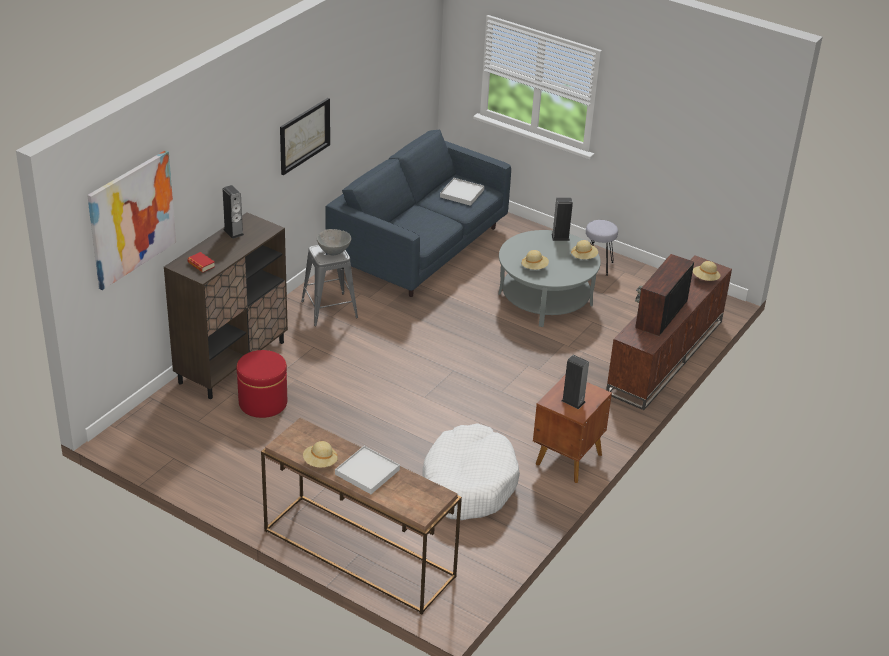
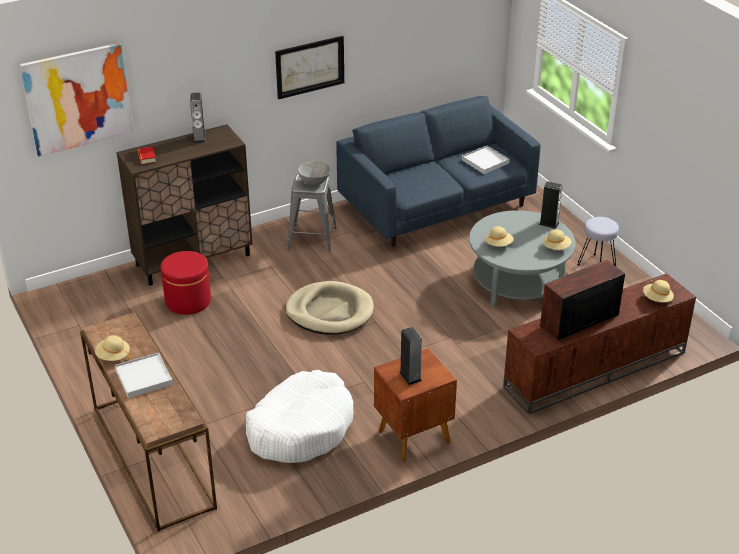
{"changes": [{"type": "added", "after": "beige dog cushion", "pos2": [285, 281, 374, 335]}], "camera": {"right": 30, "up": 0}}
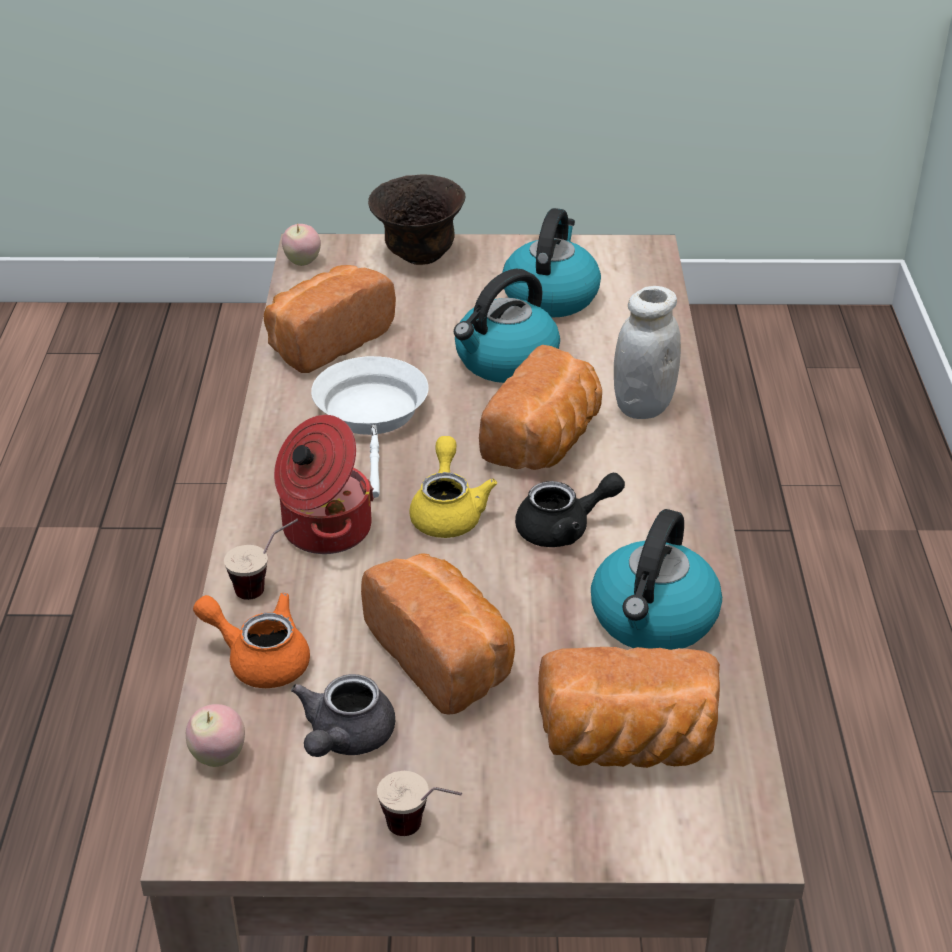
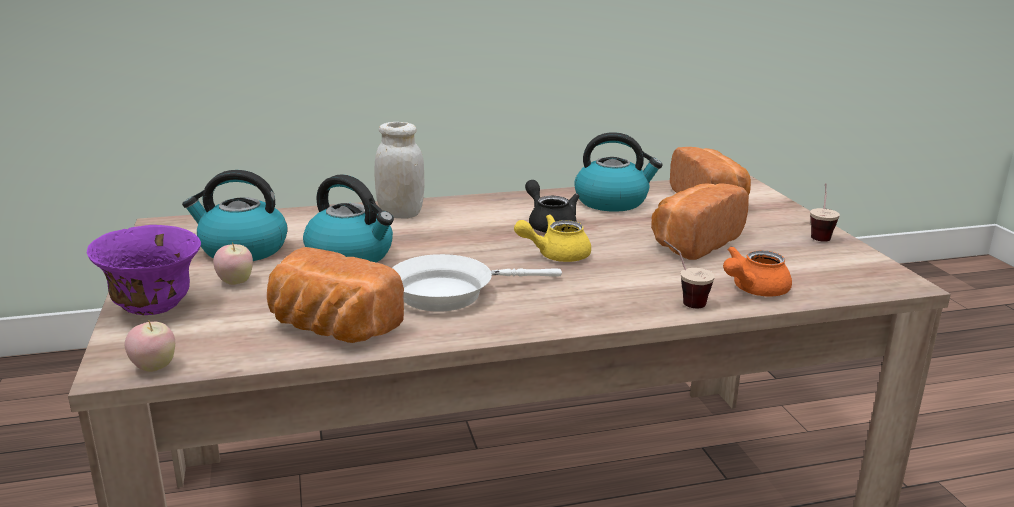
{"changes": [{"type": "recoloured", "before": "brownish deep dish", "after": "purplish deep dish", "pos1": [368, 175, 465, 265], "pos2": [87, 225, 201, 315]}, {"type": "removed", "before": "bread", "pos1": [479, 345, 602, 470]}, {"type": "removed", "before": "stockpot", "pos1": [274, 415, 374, 554]}, {"type": "turned", "before": "orangey teapot", "pos1": [193, 593, 310, 688], "pos2": [723, 246, 792, 297], "turn": 45}, {"type": "removed", "before": "gray teapot", "pos1": [291, 674, 395, 757]}, {"type": "moved", "before": "whole apple", "pos1": [186, 704, 245, 767], "pos2": [213, 242, 253, 285]}], "camera": {"right": -105, "up": -15}}
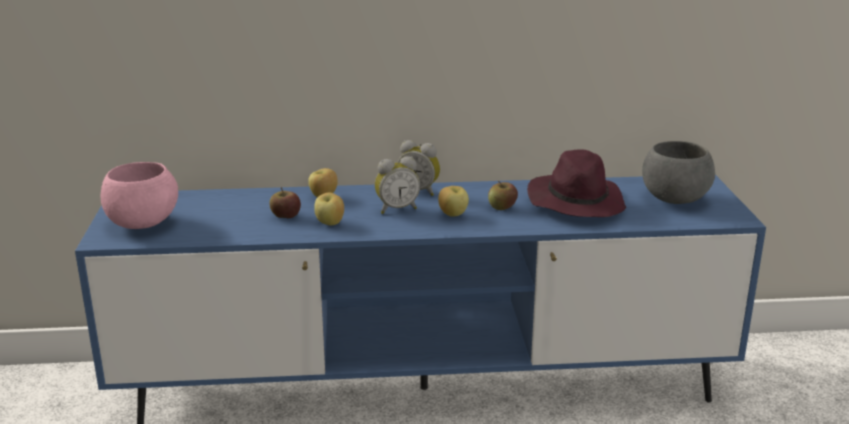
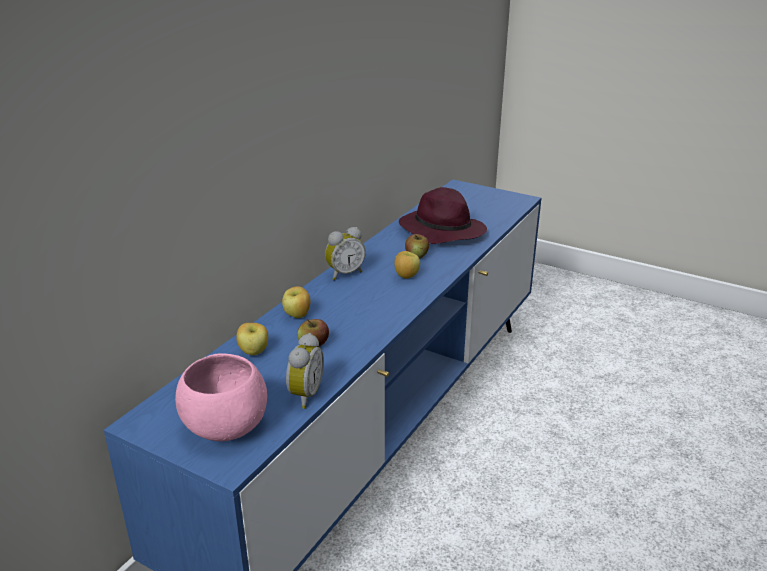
{"changes": [{"type": "removed", "before": "gray deep dish", "pos1": [642, 141, 715, 204]}, {"type": "moved", "before": "table clock", "pos1": [375, 156, 420, 214], "pos2": [286, 333, 324, 409]}, {"type": "moved", "before": "whole apple", "pos1": [314, 192, 344, 226], "pos2": [236, 323, 268, 355]}], "camera": {"right": -55, "up": 5}}
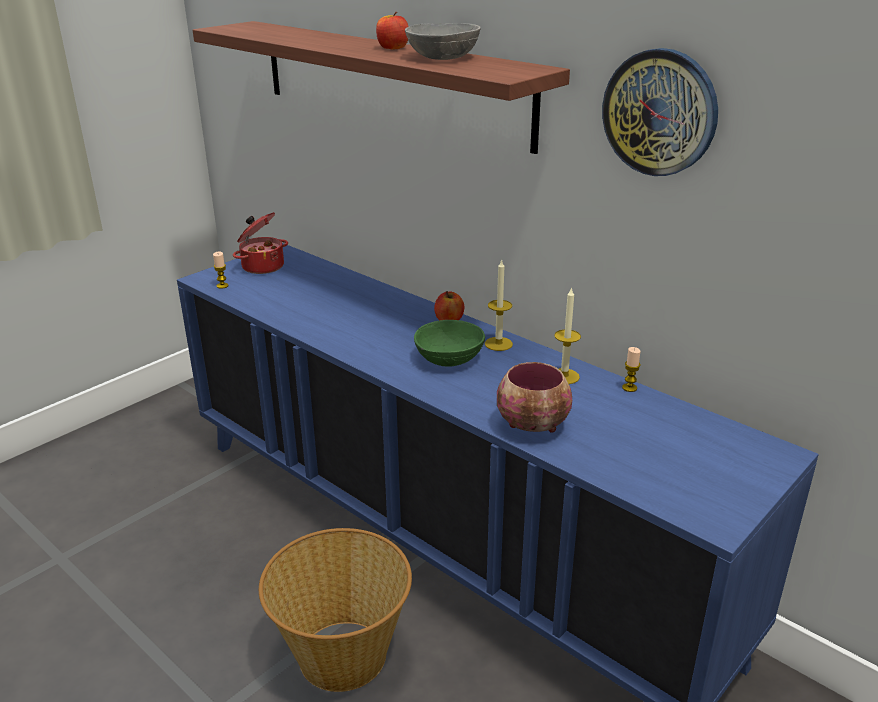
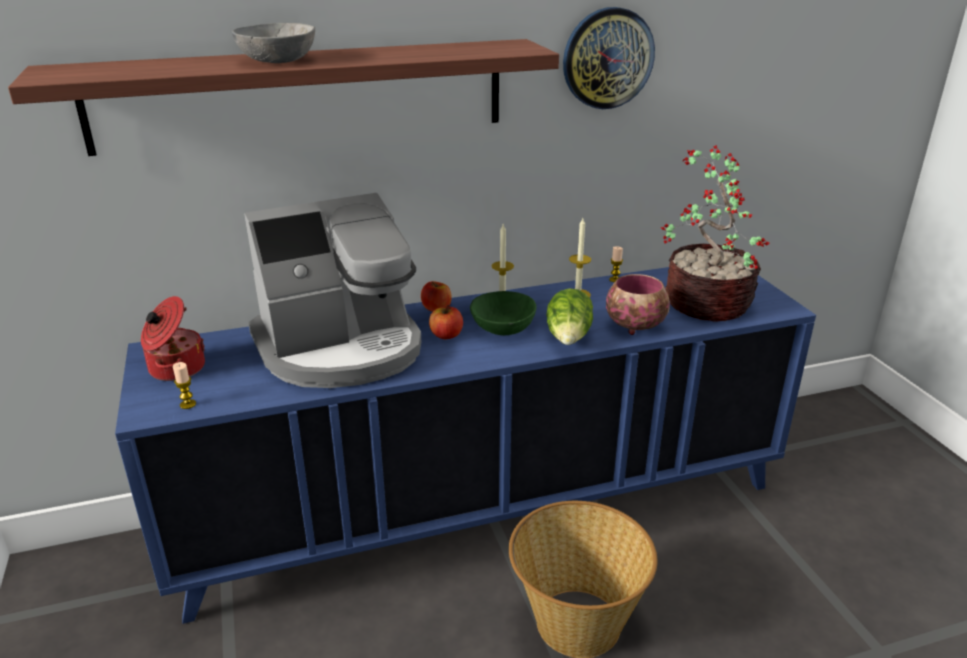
{"changes": [{"type": "moved", "before": "whole apple", "pos1": [376, 12, 409, 50], "pos2": [429, 305, 463, 339]}, {"type": "moved", "before": "gray deep dish", "pos1": [405, 23, 481, 60], "pos2": [232, 23, 315, 63]}, {"type": "added", "after": "potted plant", "pos2": [660, 145, 770, 322]}, {"type": "added", "after": "coffee brewer", "pos2": [244, 193, 421, 388]}, {"type": "added", "after": "lettuce", "pos2": [546, 289, 593, 345]}], "camera": {"right": -60, "up": 0}}
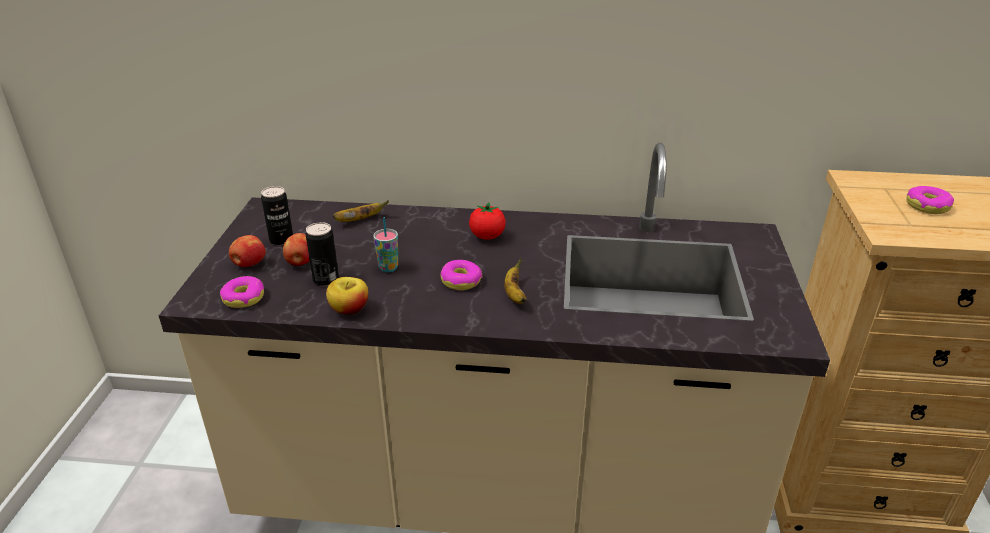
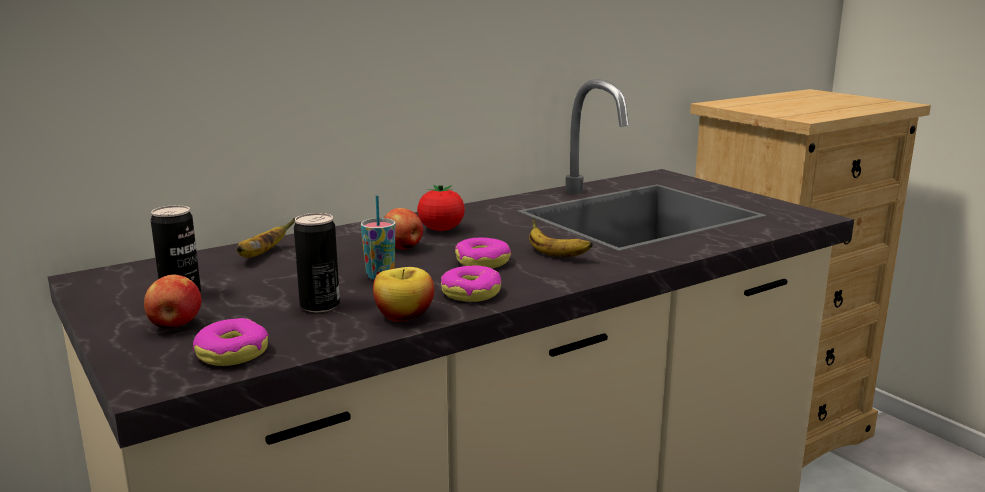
{"changes": [{"type": "moved", "before": "ring doughnut", "pos1": [906, 186, 954, 214], "pos2": [441, 266, 501, 302]}, {"type": "moved", "before": "whole apple", "pos1": [283, 233, 310, 266], "pos2": [384, 208, 423, 250]}], "camera": {"right": -40, "up": -15}}
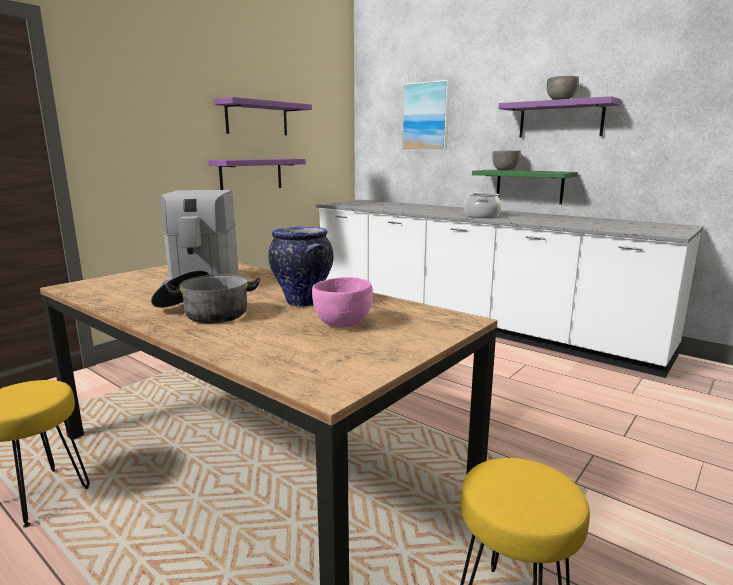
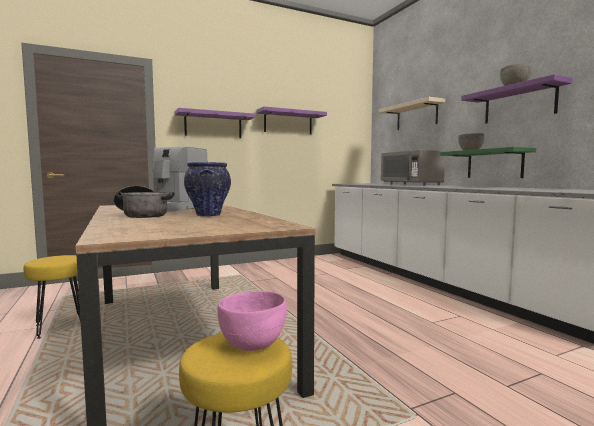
{"changes": [{"type": "replaced", "before": "picture", "after": "beige wall shelf", "pos1": [402, 80, 450, 150], "pos2": [378, 97, 445, 130]}, {"type": "moved", "before": "purplish wall shelf", "pos1": [208, 159, 306, 190], "pos2": [175, 108, 255, 138]}, {"type": "removed", "before": "stockpot", "pos1": [464, 193, 501, 218]}, {"type": "moved", "before": "pink-coloured deep dish", "pos1": [312, 277, 373, 327], "pos2": [217, 291, 287, 351]}, {"type": "added", "after": "gray kitchen microwave", "pos2": [381, 150, 445, 186]}], "camera": {"right": 25, "up": -10}}
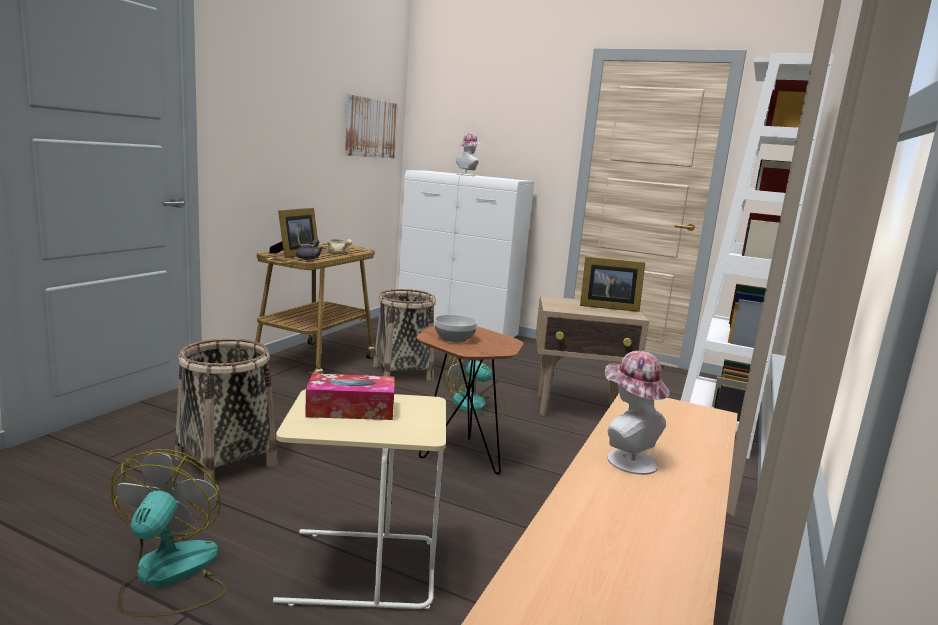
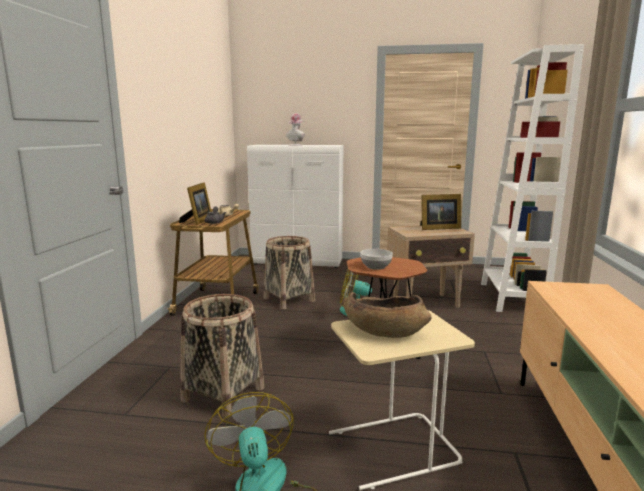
{"changes": [{"type": "removed", "before": "picture", "pos1": [345, 94, 398, 158]}, {"type": "removed", "before": "wearable hat", "pos1": [605, 351, 670, 475]}, {"type": "replaced", "before": "tissue box", "after": "brownish deep dish", "pos1": [305, 373, 395, 420], "pos2": [343, 292, 431, 338]}], "camera": {"right": -15, "up": 0}}
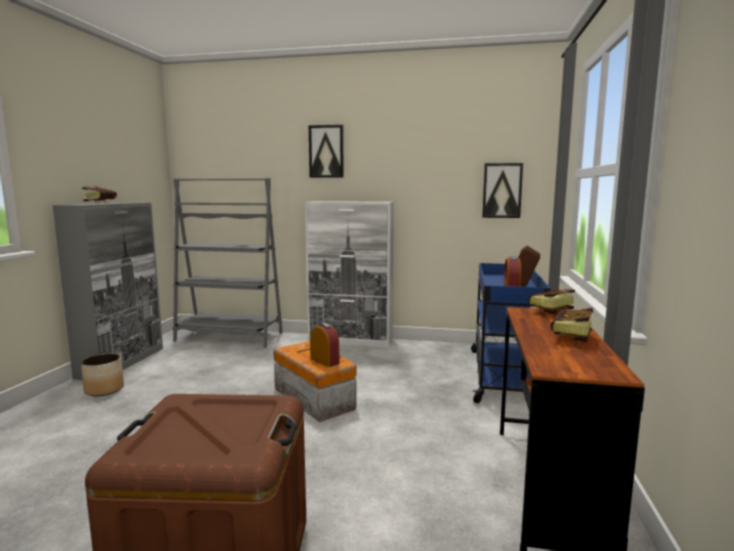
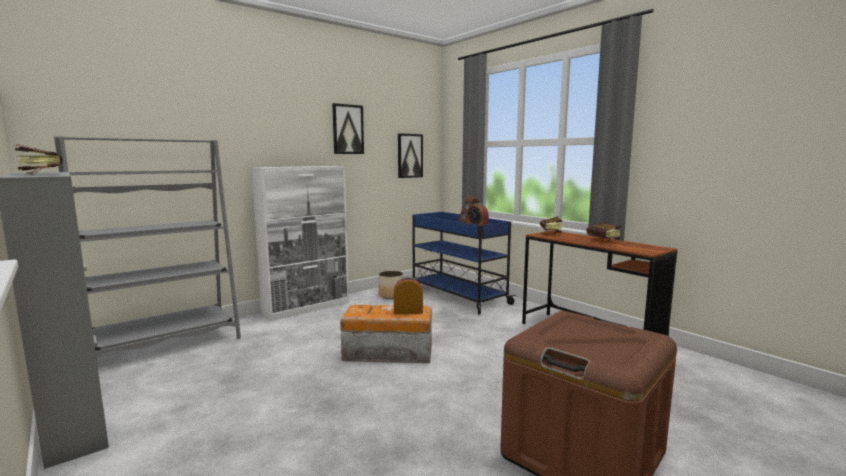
{"changes": [{"type": "moved", "before": "picture", "pos1": [309, 125, 344, 178], "pos2": [332, 103, 364, 154]}, {"type": "moved", "before": "planter", "pos1": [81, 354, 124, 396], "pos2": [379, 271, 403, 299]}], "camera": {"right": -50, "up": 0}}
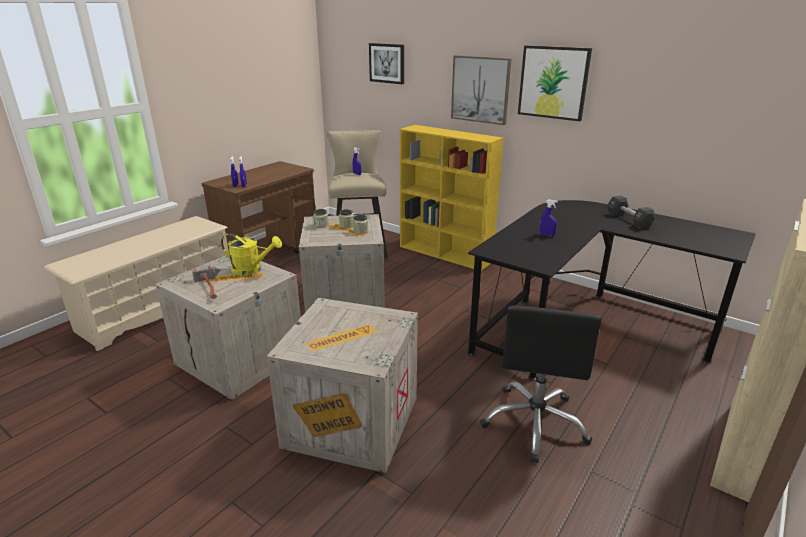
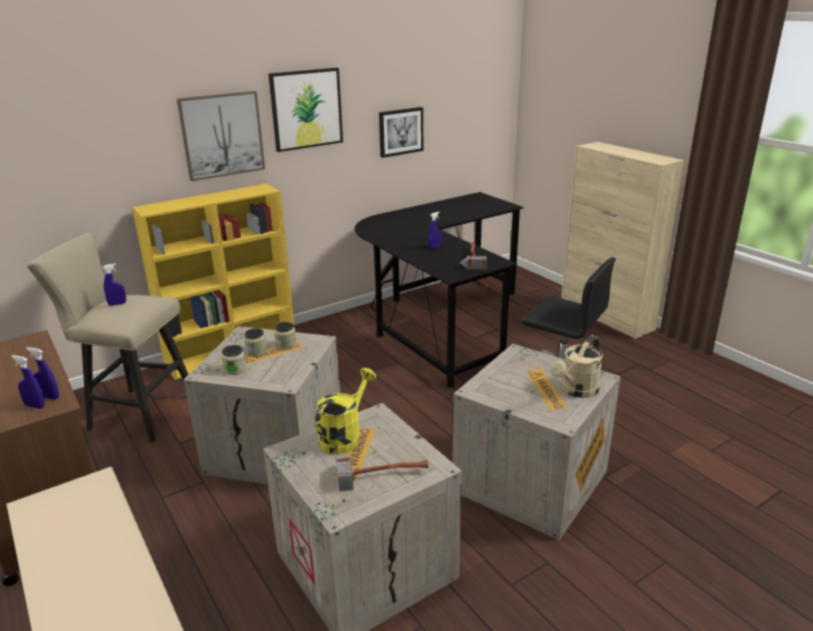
{"changes": [{"type": "moved", "before": "picture", "pos1": [369, 43, 404, 84], "pos2": [379, 107, 423, 158]}, {"type": "removed", "before": "black-coloured dumbbell", "pos1": [607, 196, 656, 229]}, {"type": "added", "after": "hand hammer", "pos2": [460, 242, 487, 270]}, {"type": "added", "after": "beige sprinkling can", "pos2": [550, 335, 603, 398]}], "camera": {"right": -70, "up": 0}}
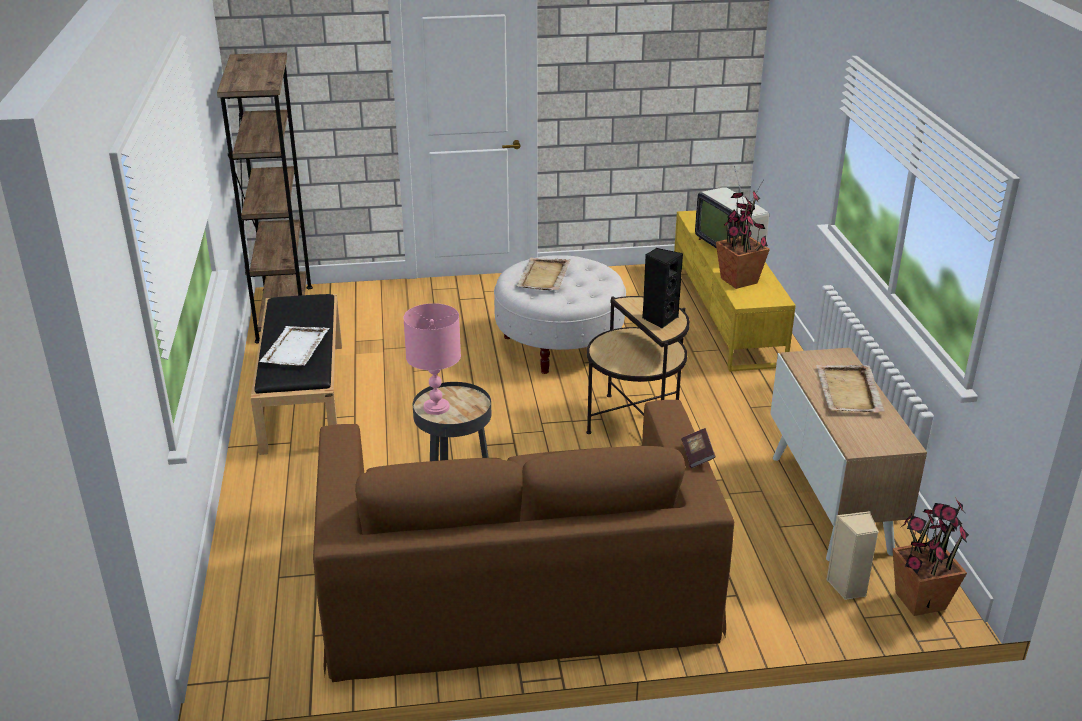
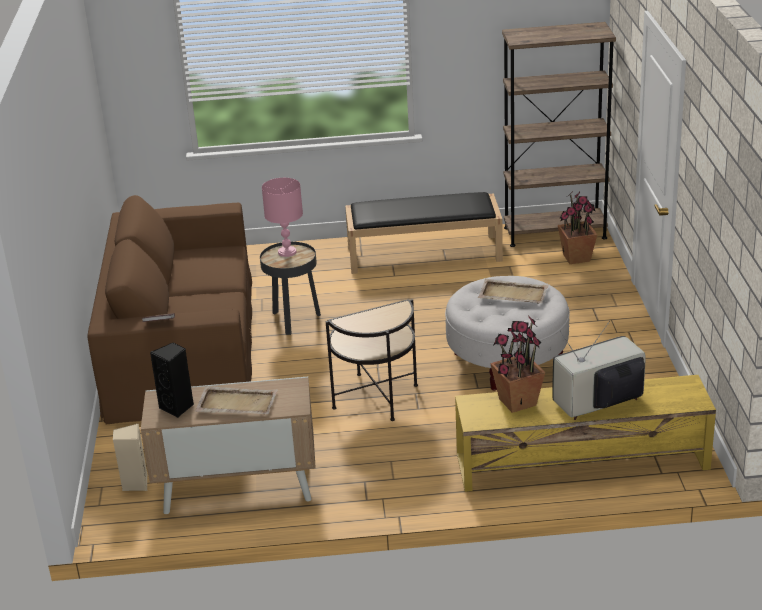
{"changes": [{"type": "moved", "before": "black-coloured speaker", "pos1": [642, 248, 683, 329], "pos2": [150, 342, 194, 418]}, {"type": "removed", "before": "white serving tray", "pos1": [259, 326, 329, 366]}, {"type": "moved", "before": "potted plant", "pos1": [893, 497, 969, 616], "pos2": [558, 190, 597, 264]}], "camera": {"right": 95, "up": 0}}
